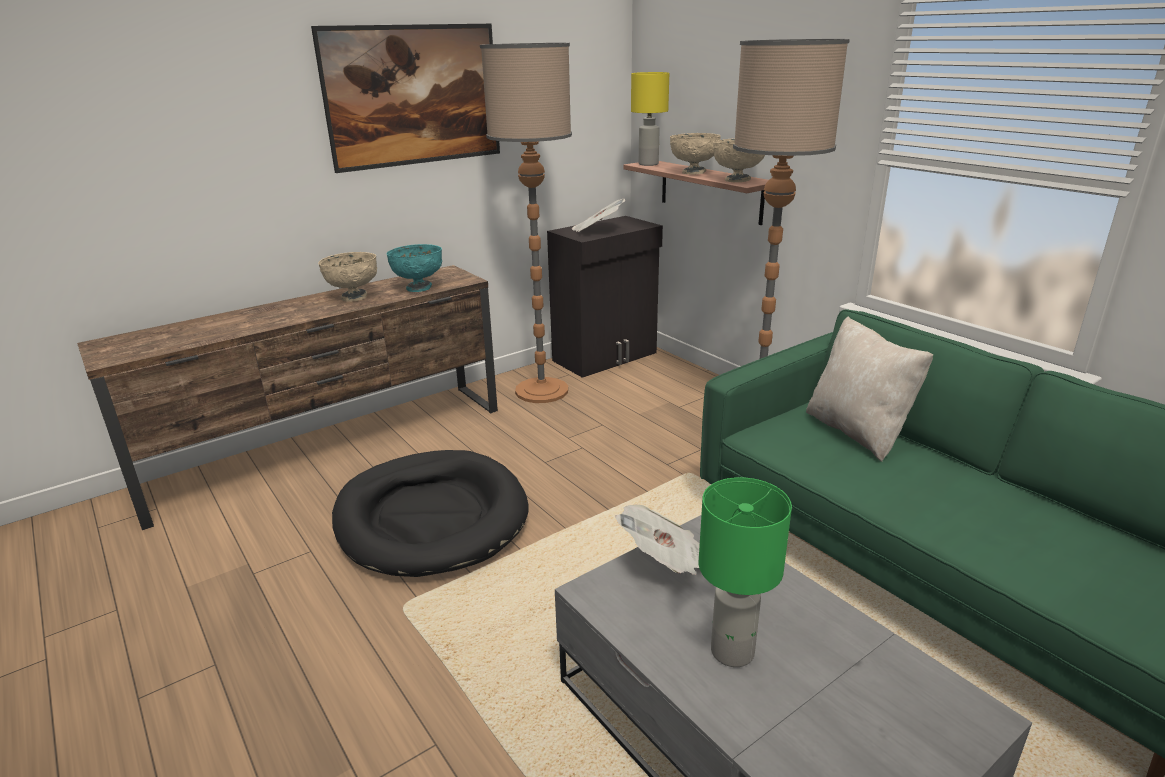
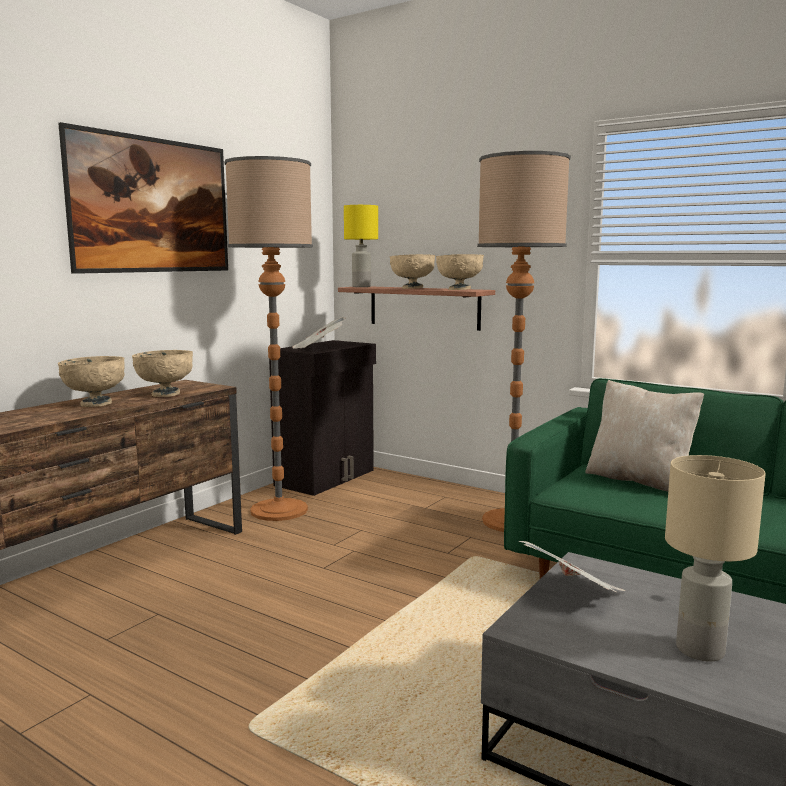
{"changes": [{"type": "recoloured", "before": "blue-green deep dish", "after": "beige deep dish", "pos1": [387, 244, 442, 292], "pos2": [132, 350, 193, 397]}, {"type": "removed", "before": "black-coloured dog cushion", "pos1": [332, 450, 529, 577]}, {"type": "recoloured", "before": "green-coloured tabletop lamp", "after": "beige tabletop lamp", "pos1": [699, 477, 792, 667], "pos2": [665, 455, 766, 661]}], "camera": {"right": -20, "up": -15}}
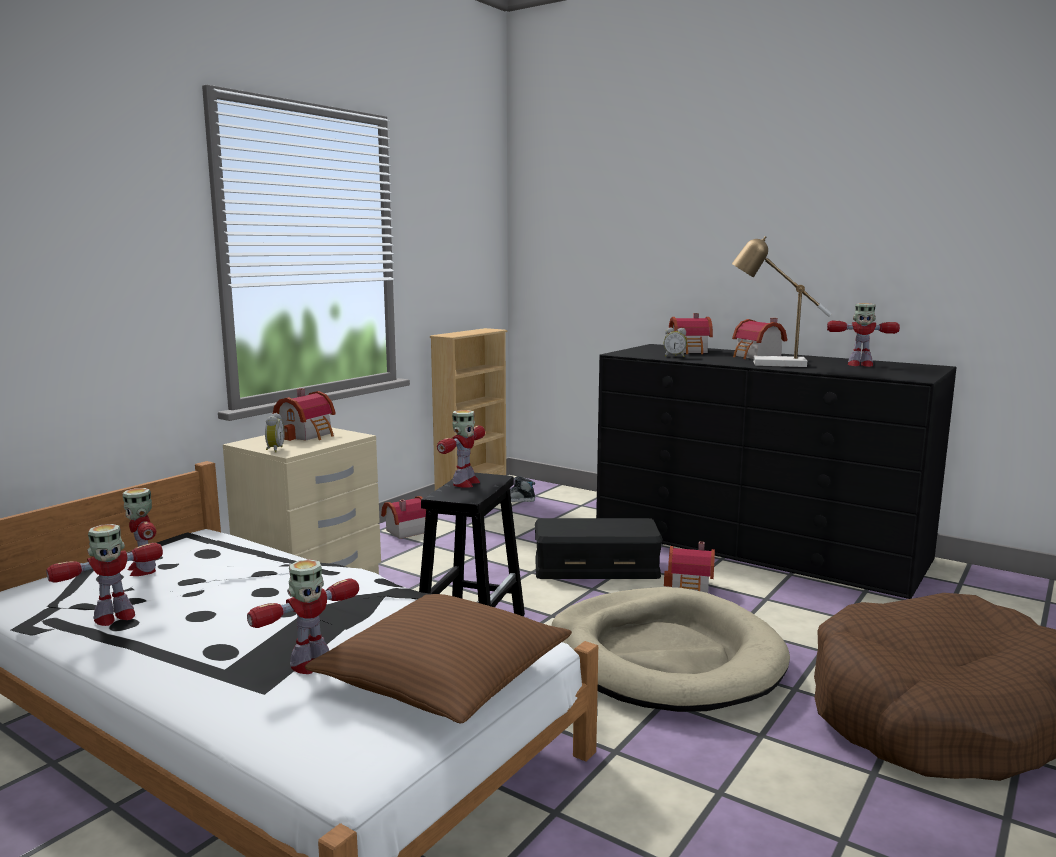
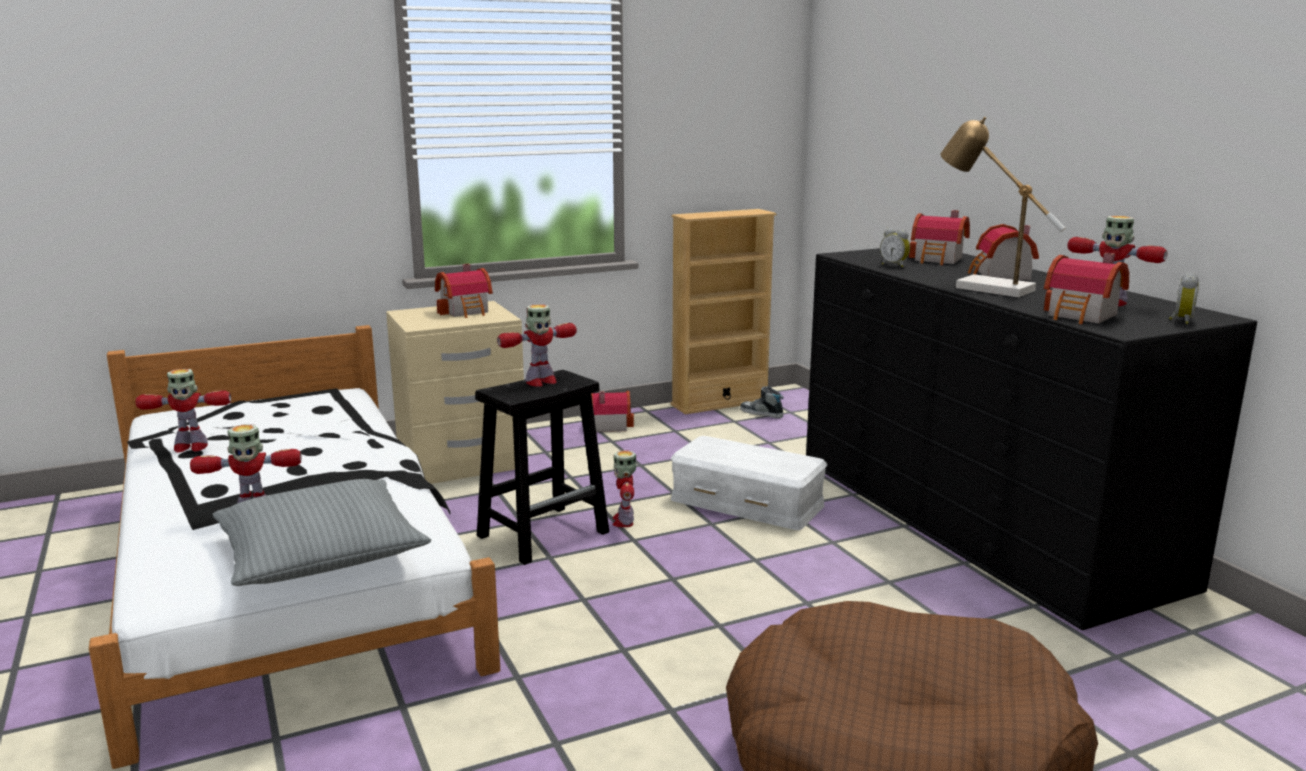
{"changes": [{"type": "moved", "before": "table clock", "pos1": [265, 413, 285, 453], "pos2": [1169, 272, 1199, 324]}, {"type": "moved", "before": "toy robot", "pos1": [122, 488, 156, 576], "pos2": [613, 450, 636, 527]}, {"type": "recoloured", "before": "black-coloured storage bin", "after": "white storage bin", "pos1": [535, 518, 663, 579], "pos2": [671, 436, 827, 530]}, {"type": "moved", "before": "model house", "pos1": [664, 542, 715, 593], "pos2": [1044, 253, 1129, 324]}, {"type": "removed", "before": "beige dog cushion", "pos1": [551, 587, 790, 712]}, {"type": "recoloured", "before": "brownish throw pillow", "after": "gray throw pillow", "pos1": [305, 594, 572, 723], "pos2": [213, 479, 431, 586]}], "camera": {"right": 30, "up": 5}}
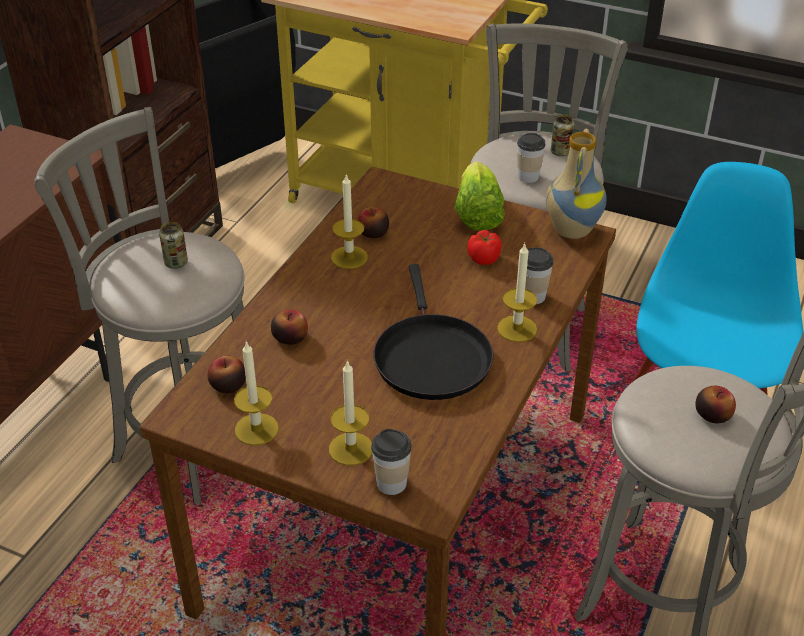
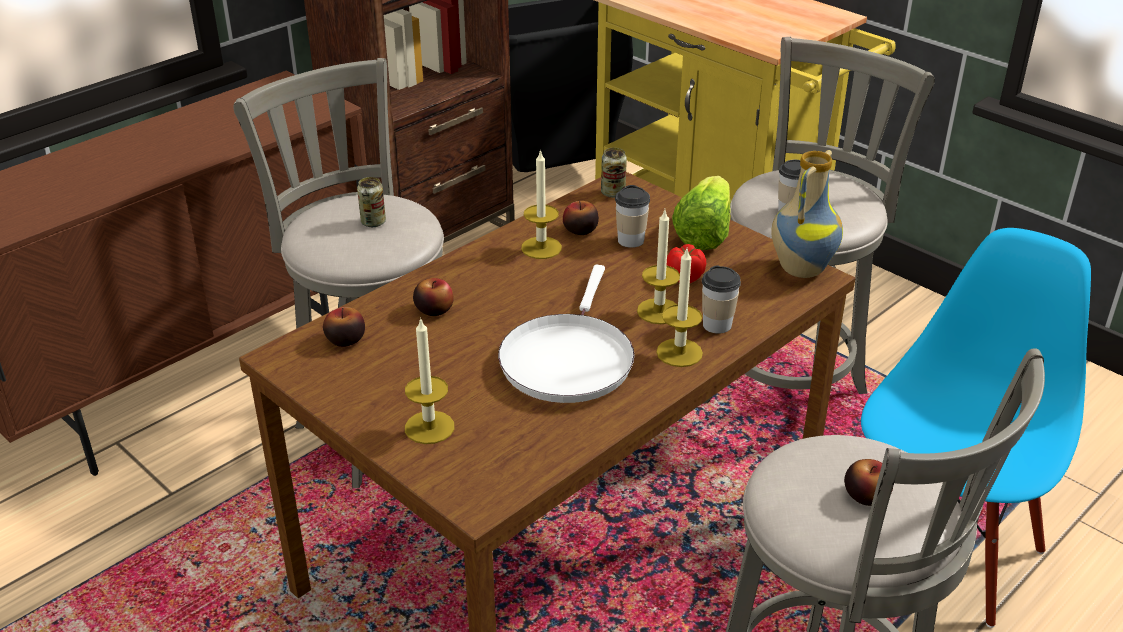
{"changes": [{"type": "moved", "before": "metal can", "pos1": [551, 114, 574, 157], "pos2": [601, 148, 627, 198]}, {"type": "recoloured", "before": "black-coloured pan", "after": "white pan", "pos1": [373, 264, 493, 400], "pos2": [498, 265, 635, 403]}, {"type": "moved", "before": "candle", "pos1": [234, 341, 279, 446], "pos2": [637, 210, 680, 324]}, {"type": "moved", "before": "drinking cup", "pos1": [371, 429, 412, 495], "pos2": [615, 185, 650, 248]}], "camera": {"right": 20, "up": -5}}
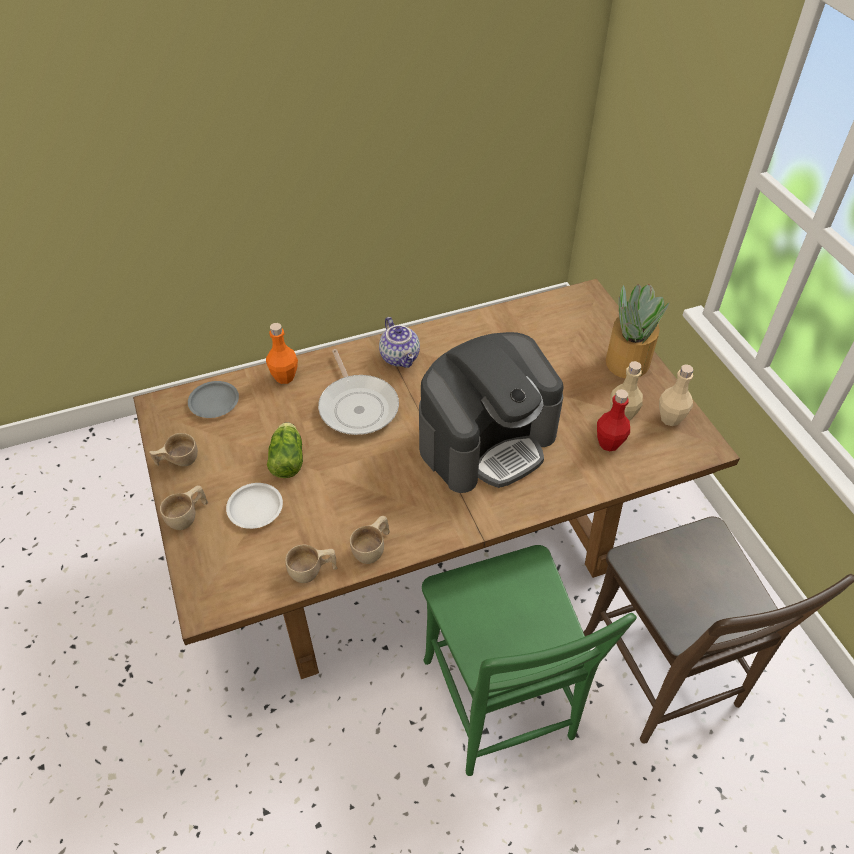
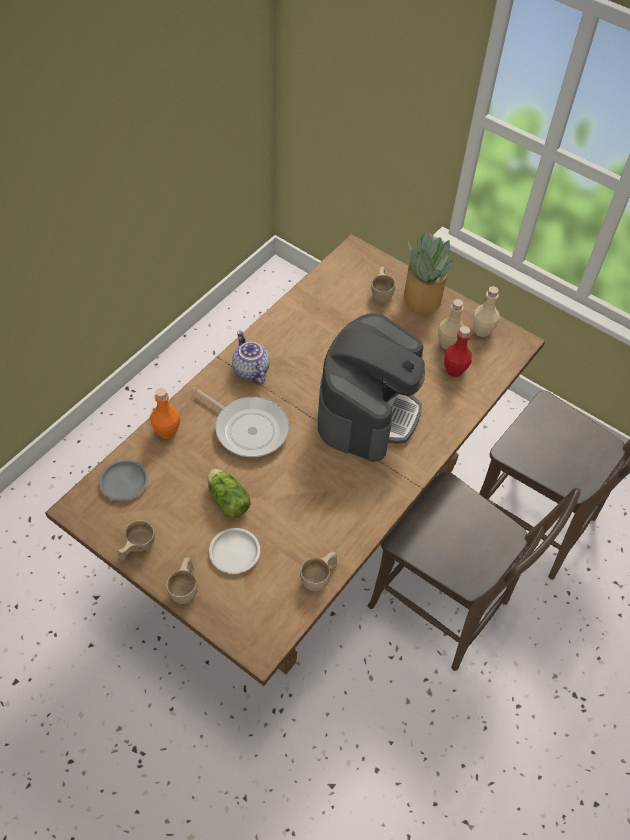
{"changes": [{"type": "turned", "before": "teapot", "pos1": [379, 317, 420, 368], "pos2": [232, 330, 270, 384], "turn": -150}, {"type": "moved", "before": "beige drinking cup", "pos1": [350, 516, 390, 564], "pos2": [371, 267, 395, 303]}, {"type": "recoloured", "before": "green-coloured plain chair", "after": "brownish plain chair", "pos1": [422, 545, 637, 776], "pos2": [367, 471, 581, 671]}], "camera": {"right": -35, "up": 5}}
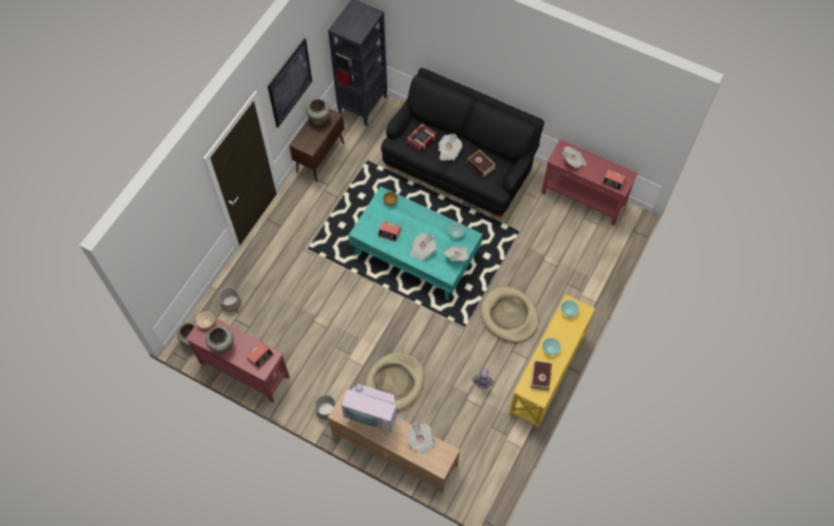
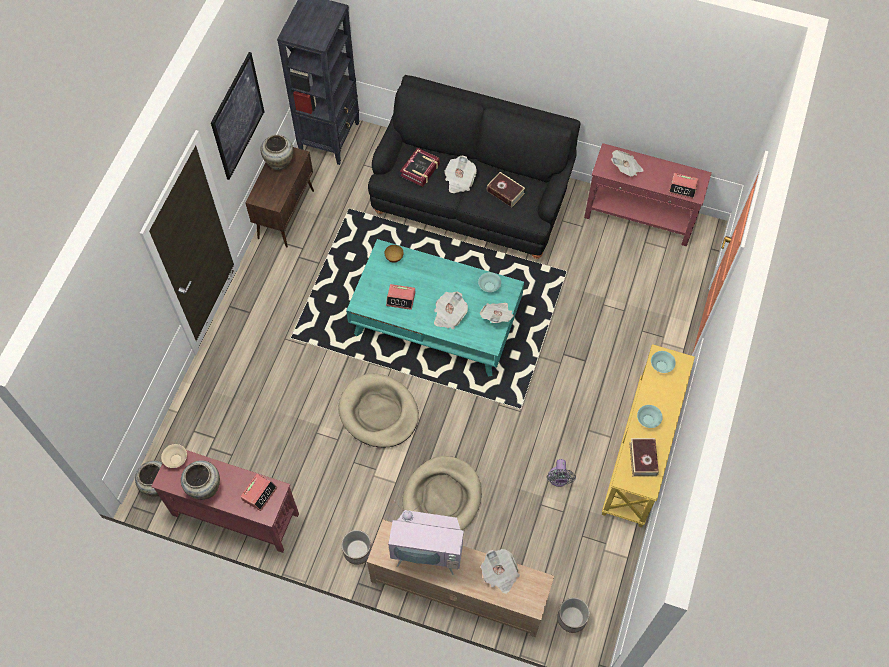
{"changes": [{"type": "moved", "before": "beige dog cushion", "pos1": [480, 286, 539, 342], "pos2": [338, 373, 419, 448]}, {"type": "moved", "before": "planter", "pos1": [218, 287, 241, 312], "pos2": [557, 598, 590, 633]}], "camera": {"right": -10, "up": 0}}
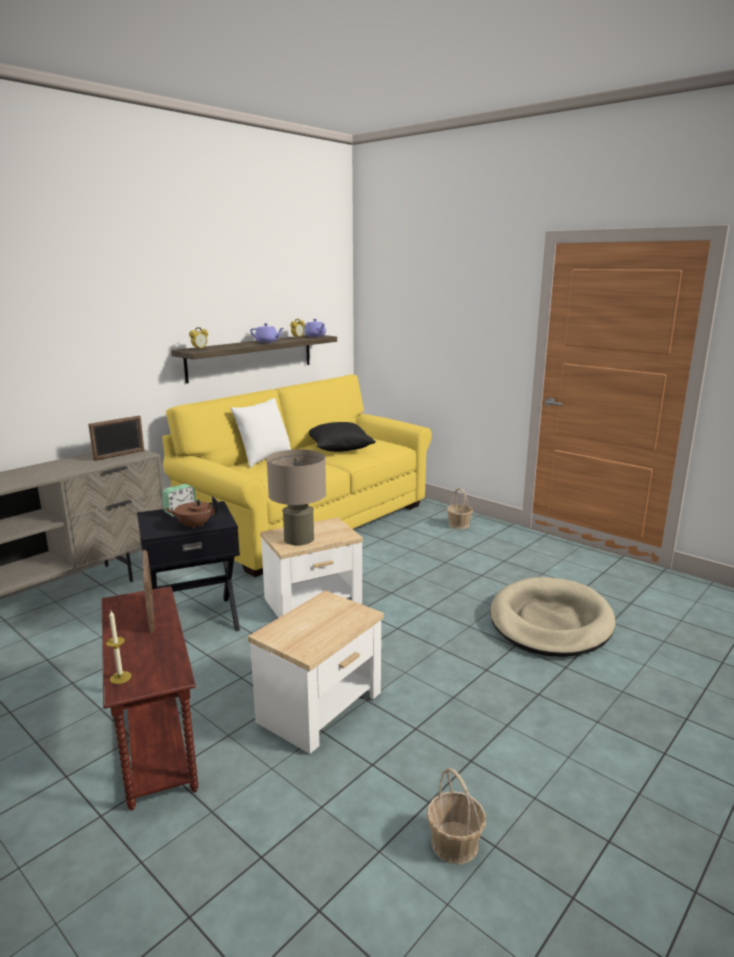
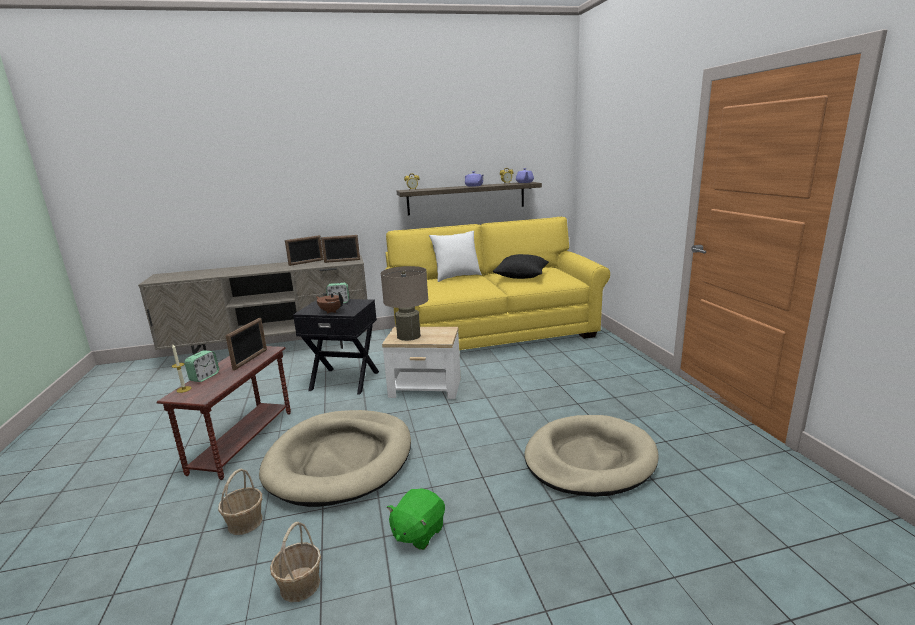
{"changes": [{"type": "moved", "before": "basket", "pos1": [447, 488, 473, 529], "pos2": [218, 468, 263, 535]}, {"type": "replaced", "before": "accent table", "after": "beige dog cushion", "pos1": [248, 591, 384, 754], "pos2": [259, 410, 411, 507]}, {"type": "added", "after": "picture frame", "pos2": [285, 235, 323, 266]}, {"type": "added", "after": "table clock", "pos2": [184, 350, 219, 382]}, {"type": "added", "after": "green-coloured plush toy", "pos2": [387, 488, 445, 550]}], "camera": {"right": 35, "up": 0}}
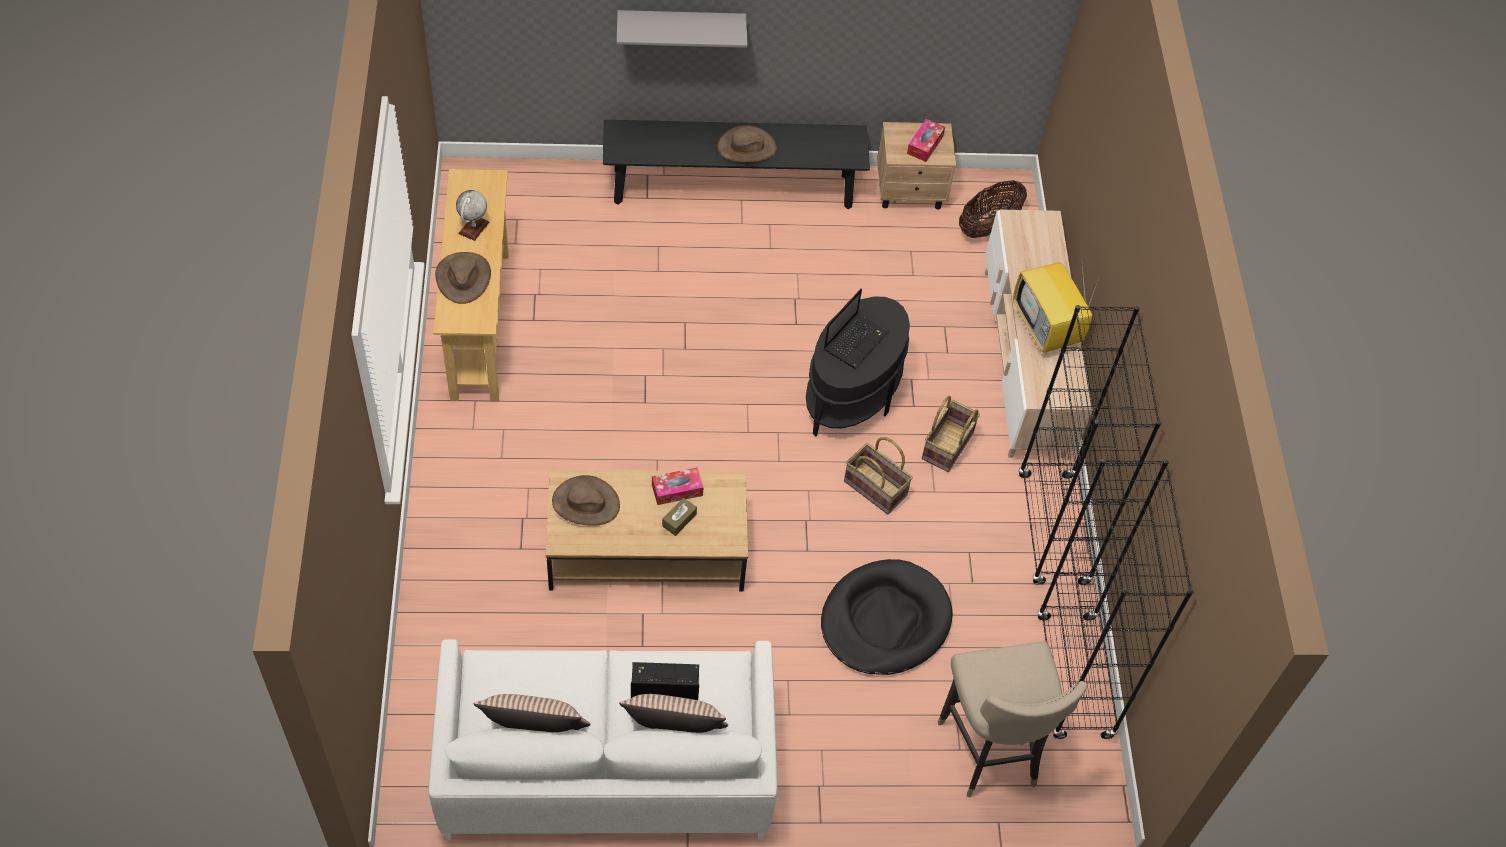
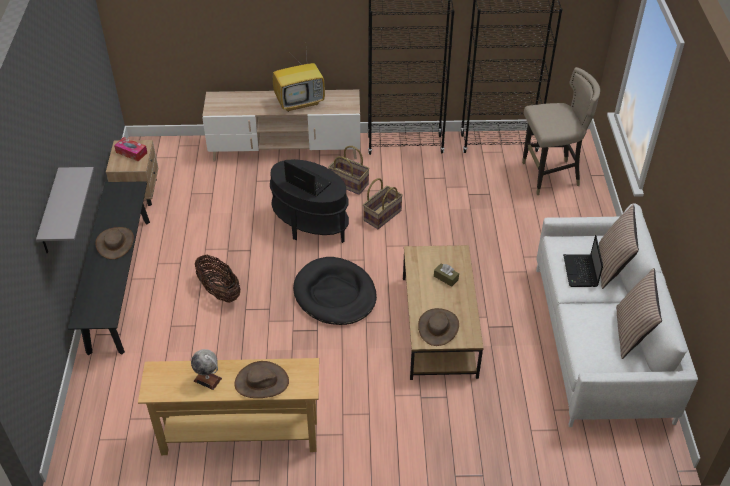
{"changes": [{"type": "moved", "before": "basket", "pos1": [959, 180, 1027, 238], "pos2": [195, 255, 240, 303]}, {"type": "removed", "before": "tissue box", "pos1": [652, 467, 703, 505]}, {"type": "moved", "before": "black-coloured dog cushion", "pos1": [821, 559, 953, 675], "pos2": [293, 257, 377, 325]}], "camera": {"right": -85, "up": -10}}
